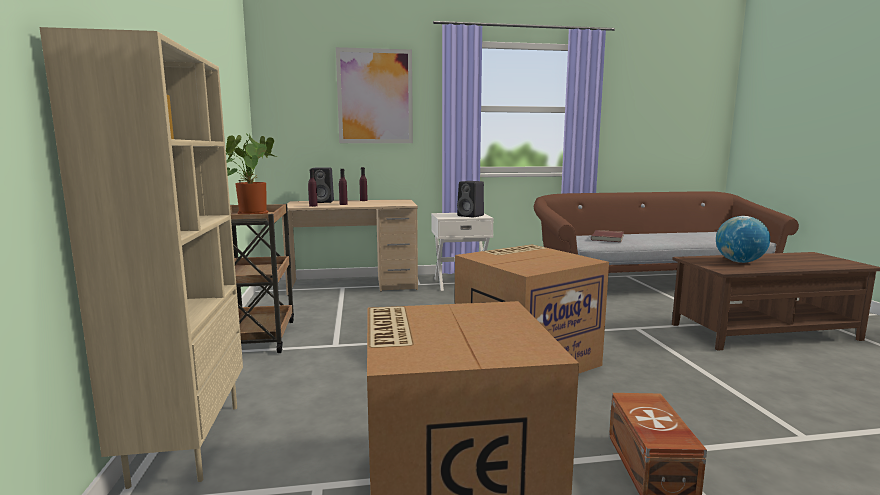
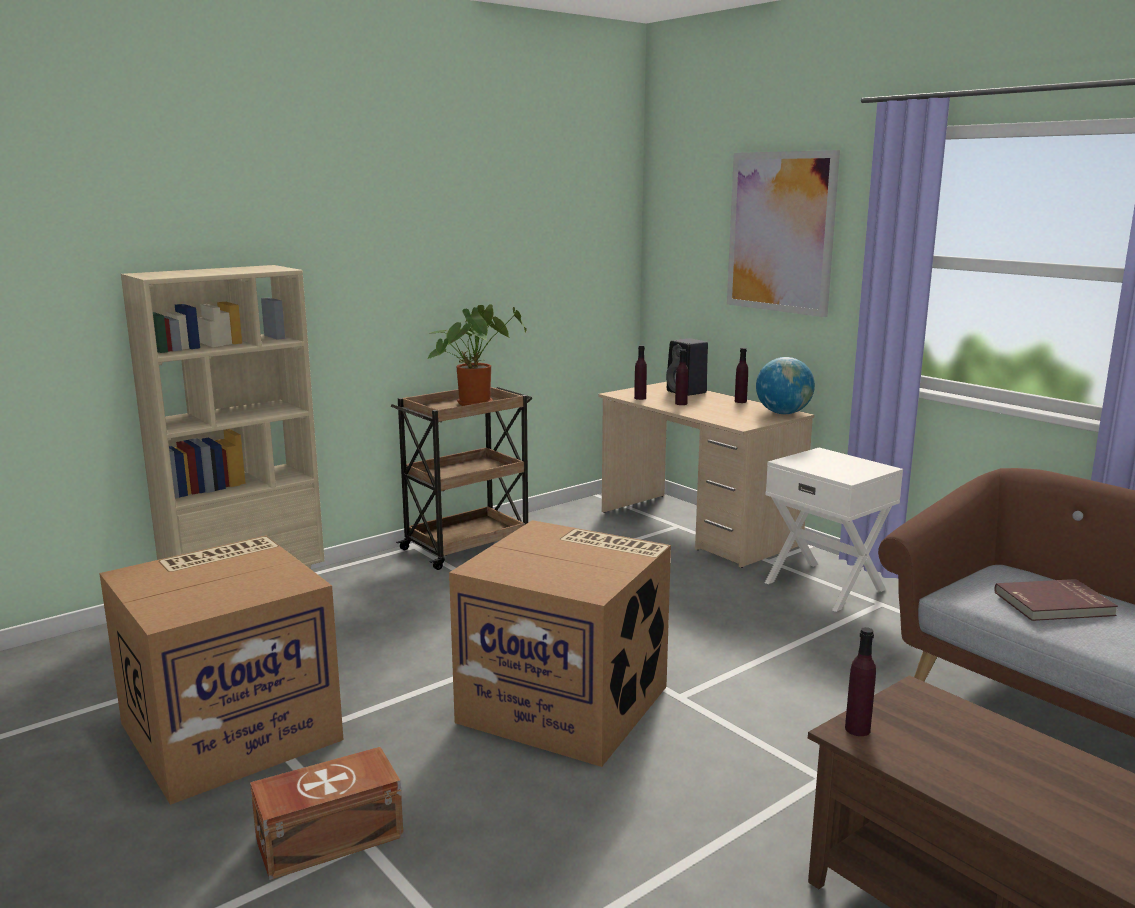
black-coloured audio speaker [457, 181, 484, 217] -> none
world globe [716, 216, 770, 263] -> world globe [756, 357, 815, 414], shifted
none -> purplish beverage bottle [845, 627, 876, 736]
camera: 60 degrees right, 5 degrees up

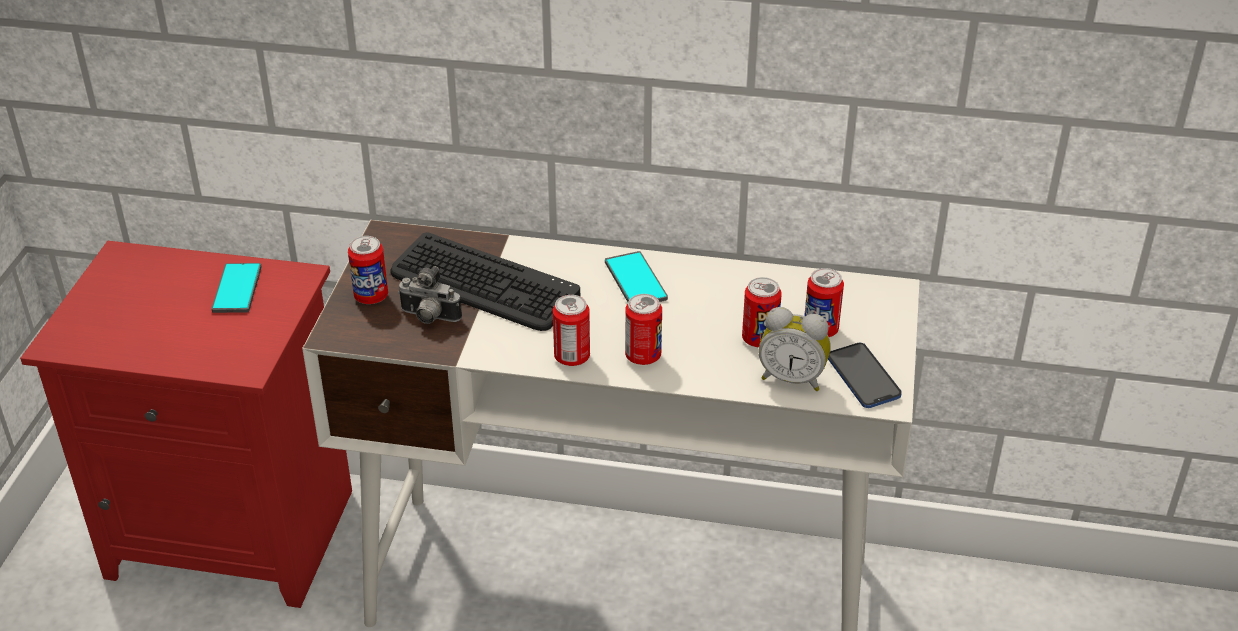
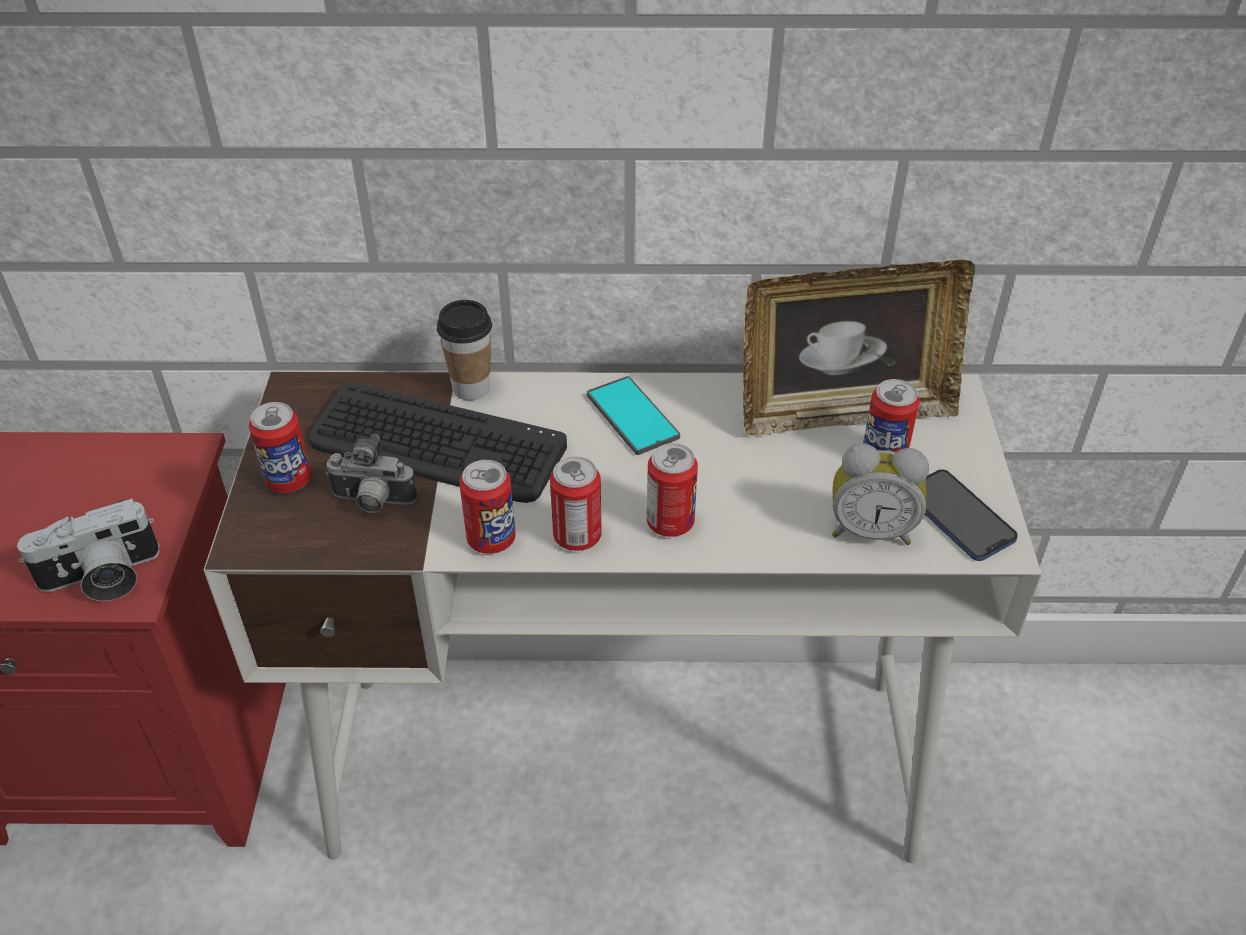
handset [211, 263, 262, 313] -> none
metal can [742, 277, 782, 347] -> metal can [459, 460, 516, 554], shifted
none -> still camera [17, 499, 160, 601]
none -> cup [437, 300, 492, 401]
none -> picture frame [743, 260, 975, 435]
camera: 10 degrees left, 5 degrees up

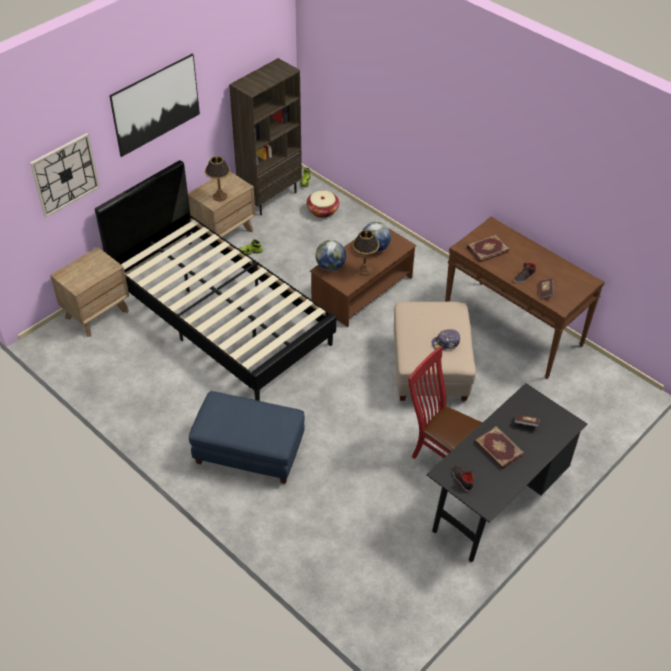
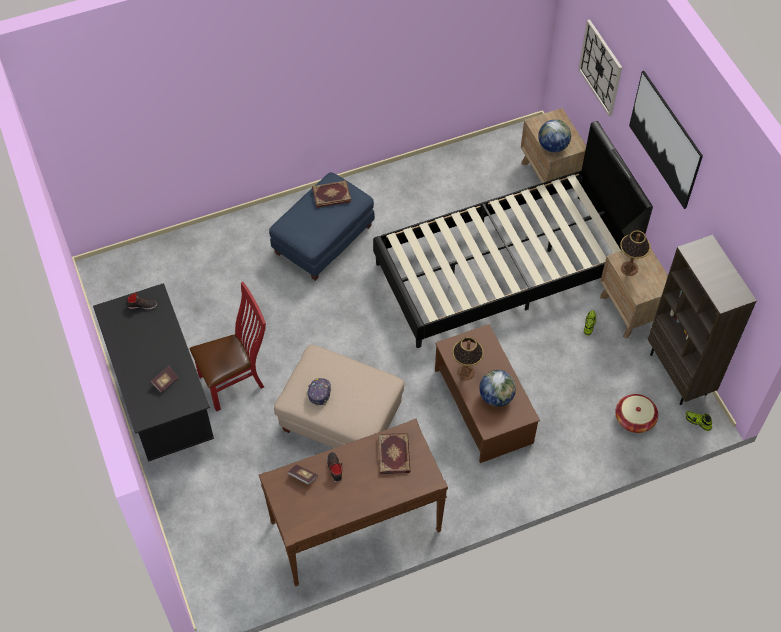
world globe [315, 240, 346, 271] -> world globe [538, 119, 571, 152], shifted
book [474, 426, 524, 469] -> book [312, 181, 351, 208], shifted
camera: 115 degrees right, 10 degrees up

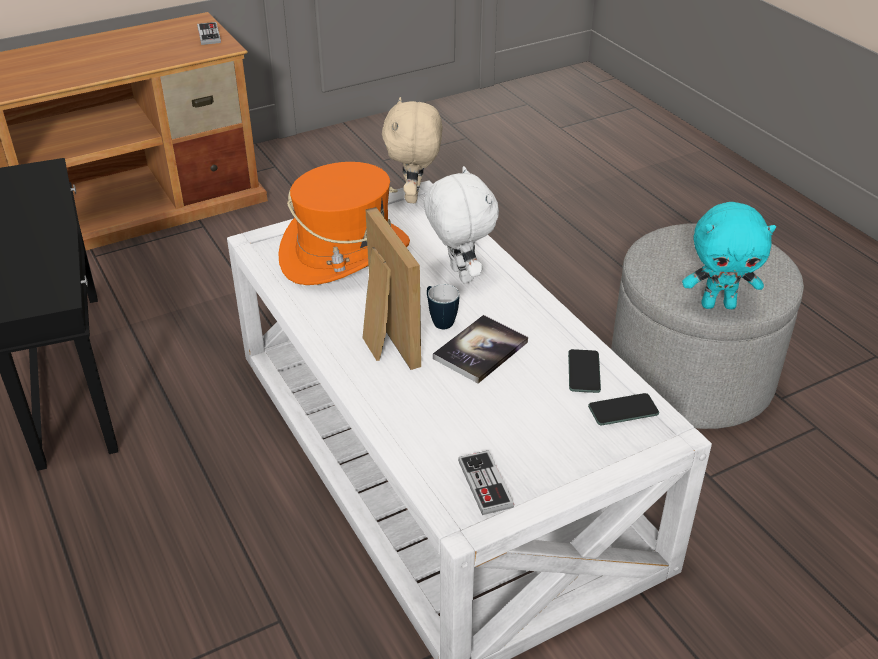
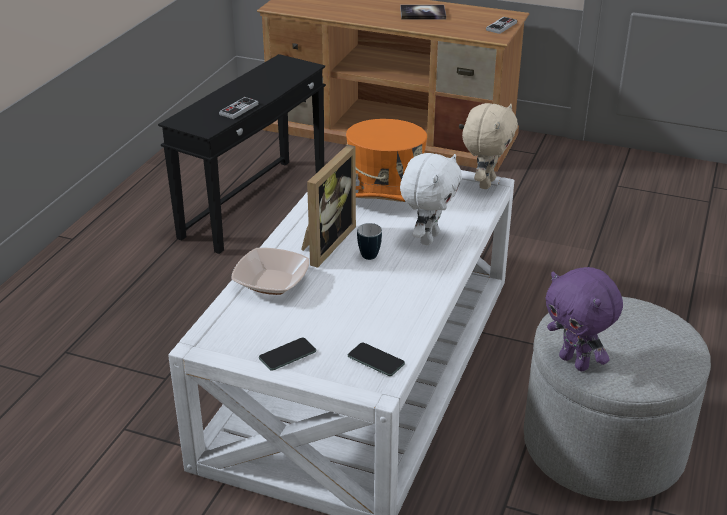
sand-coloured cuddly toy [382, 97, 442, 203] -> sand-coloured cuddly toy [462, 103, 518, 189], 150 degrees clockwise
book [433, 315, 528, 384] -> book [400, 5, 446, 19], shifted
gamepad [458, 450, 514, 515] -> gamepad [219, 97, 259, 119], shifted
handset [568, 349, 601, 393] -> handset [259, 338, 316, 371], shifted
turquoise-coloured cuddly toy [682, 202, 776, 309] -> purplish cuddly toy [545, 267, 623, 371]
none -> bowl [232, 248, 309, 295]
camera: 50 degrees right, 5 degrees down

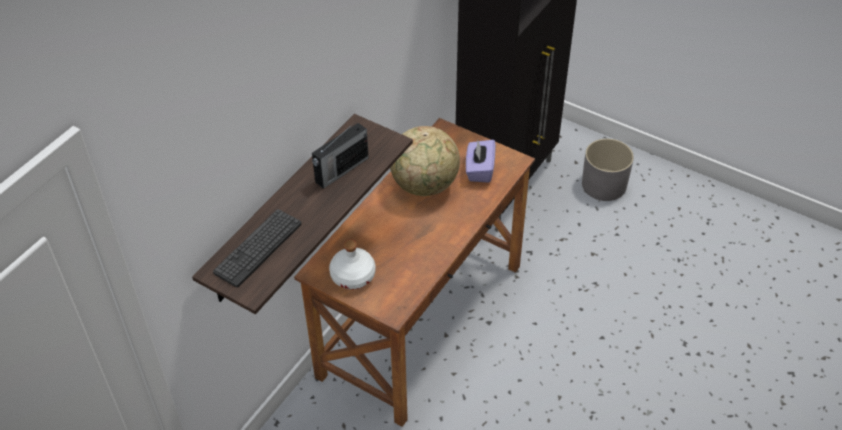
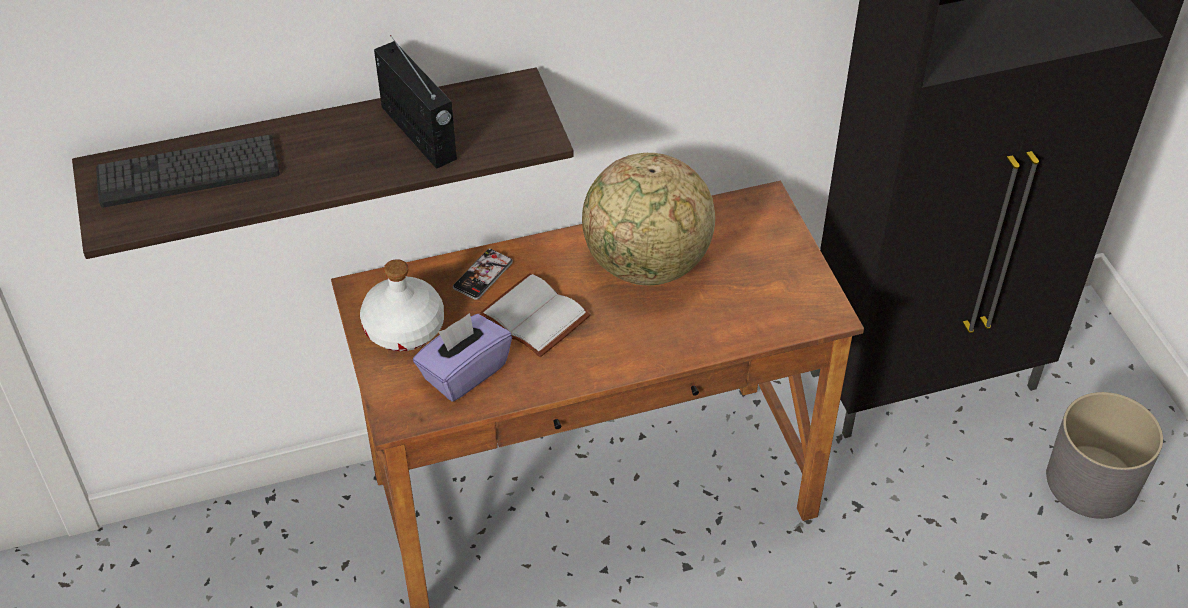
radio [312, 121, 369, 189] -> radio [374, 35, 457, 169], 120 degrees counterclockwise
purplish box of tissues [466, 140, 496, 183] -> purplish box of tissues [413, 313, 512, 402], shifted
none -> handset [453, 248, 513, 300]
none -> white book [479, 273, 591, 357]
camera: 40 degrees right, 0 degrees up

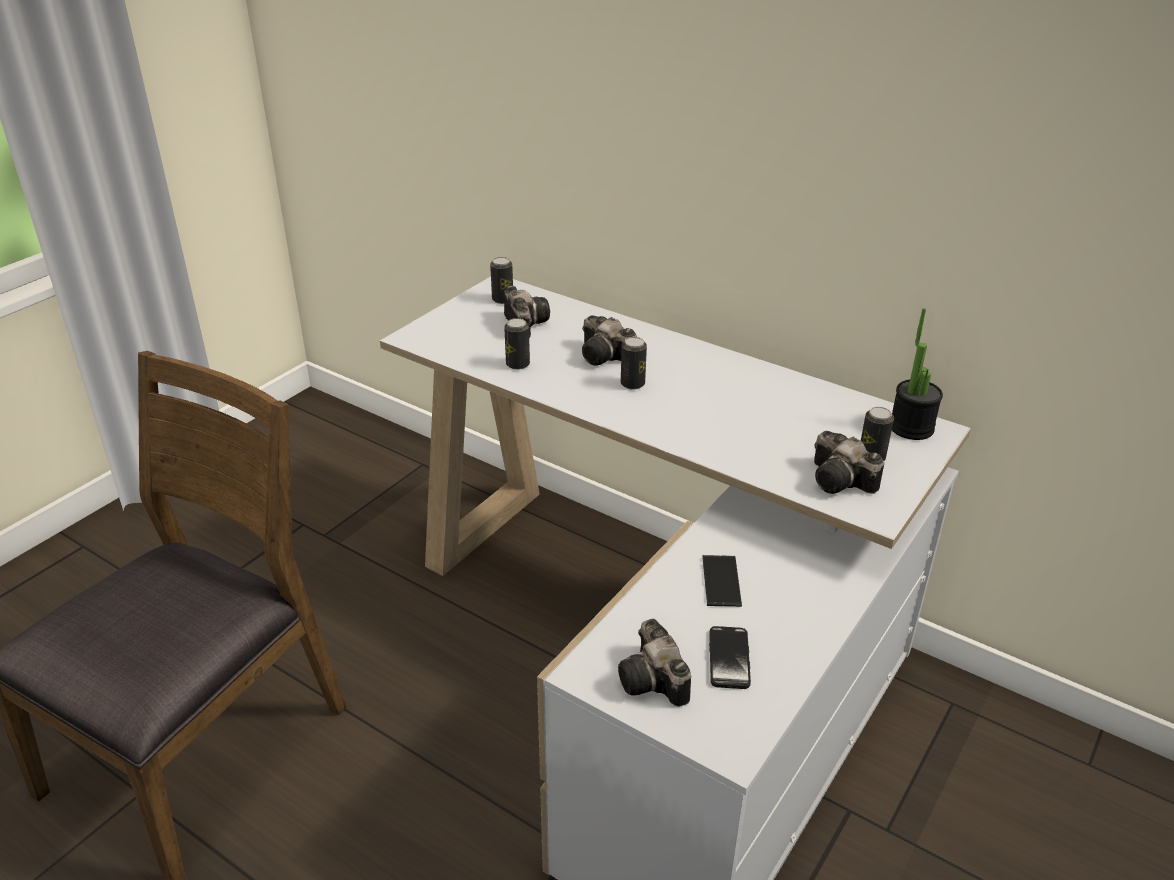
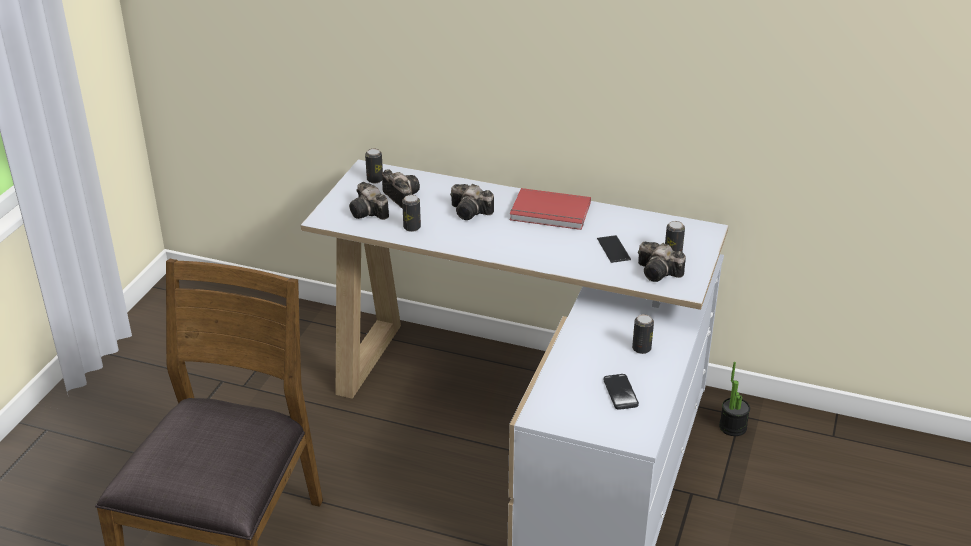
still camera [618, 619, 691, 707] -> still camera [349, 182, 389, 220], shifted
metal can [621, 337, 647, 390] -> metal can [632, 314, 654, 354], shifted
handset [702, 555, 742, 607] -> handset [597, 235, 631, 263], shifted
houseplant [892, 308, 943, 440] -> houseplant [719, 362, 750, 436], shifted
none -> red-coloured book [510, 188, 591, 230]
camera: 15 degrees left, 0 degrees up

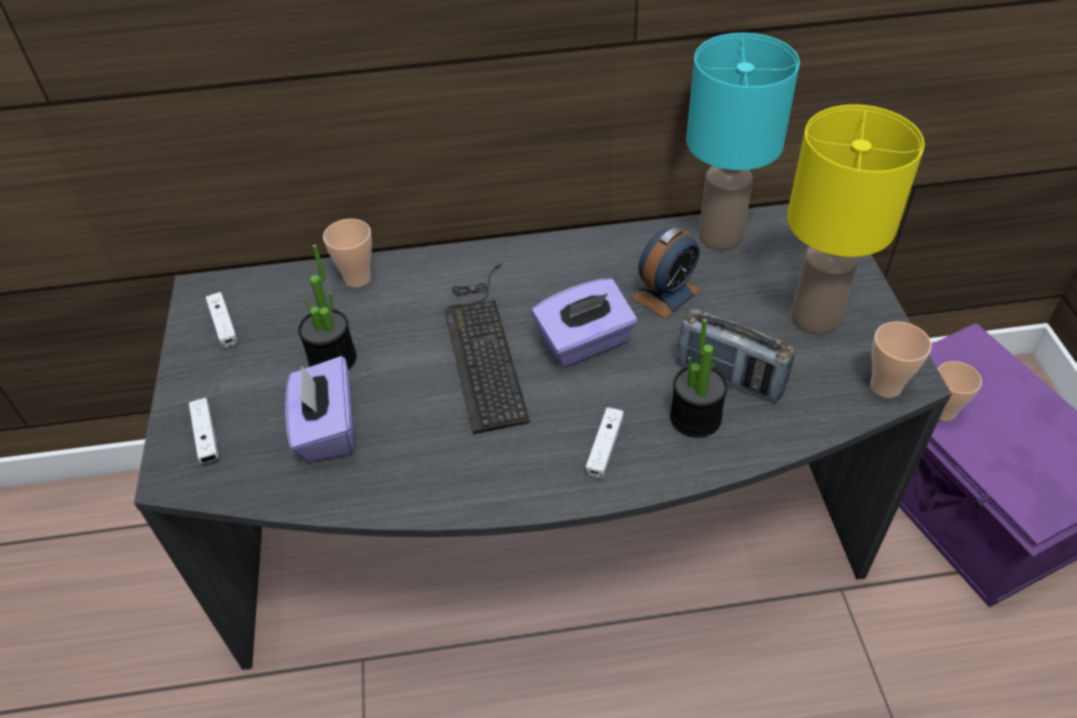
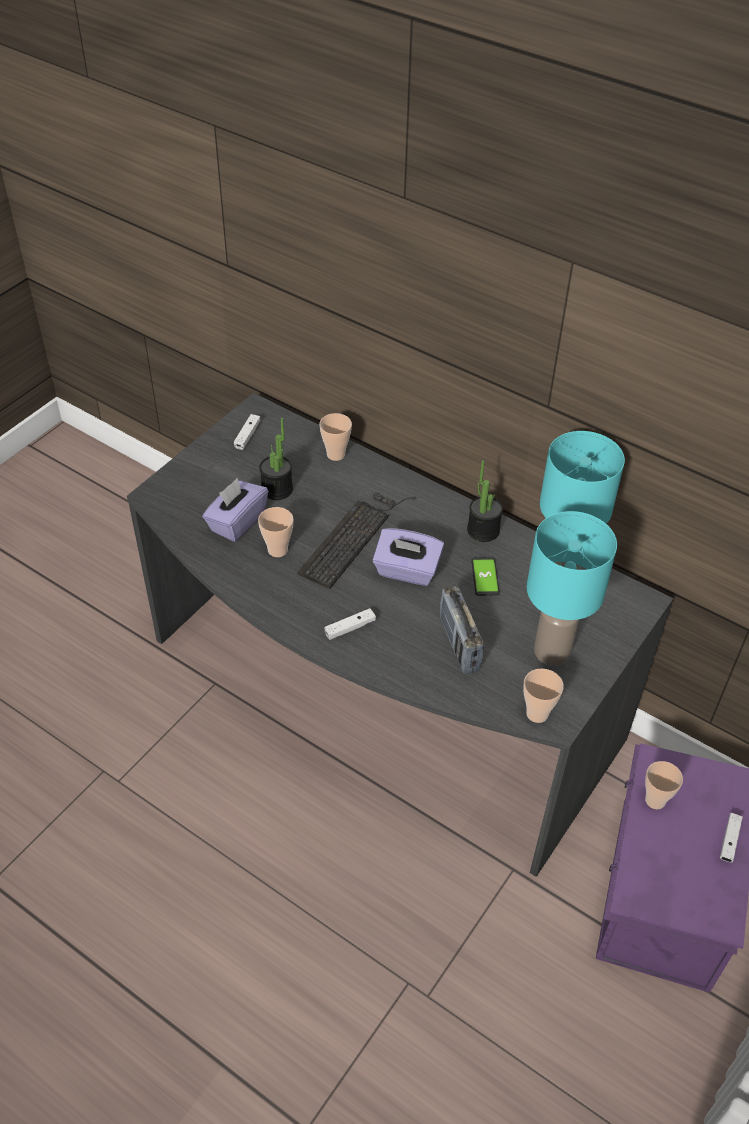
white gamepad [189, 398, 219, 463] -> white gamepad [720, 813, 743, 862], shifted
table clock [631, 227, 700, 319] -> handset [471, 557, 500, 596]
houseplant [670, 319, 728, 438] -> houseplant [467, 460, 503, 542], shifted
yellow-coloured table lamp [787, 104, 925, 335] -> turquoise-coloured table lamp [527, 511, 617, 666]
none -> cup [258, 507, 293, 557]
camera: 40 degrees right, 0 degrees up

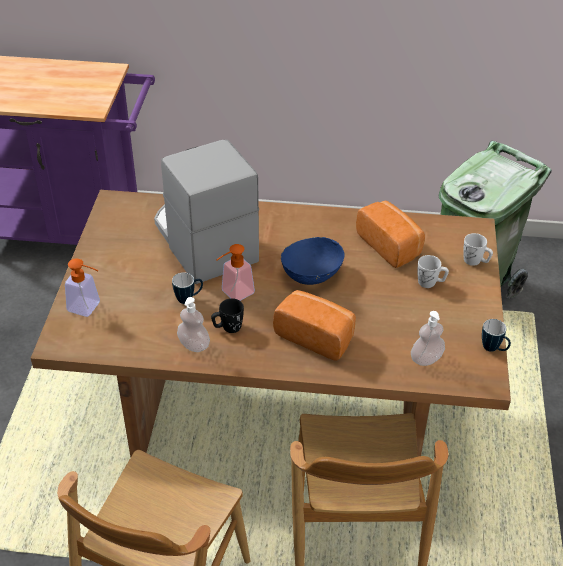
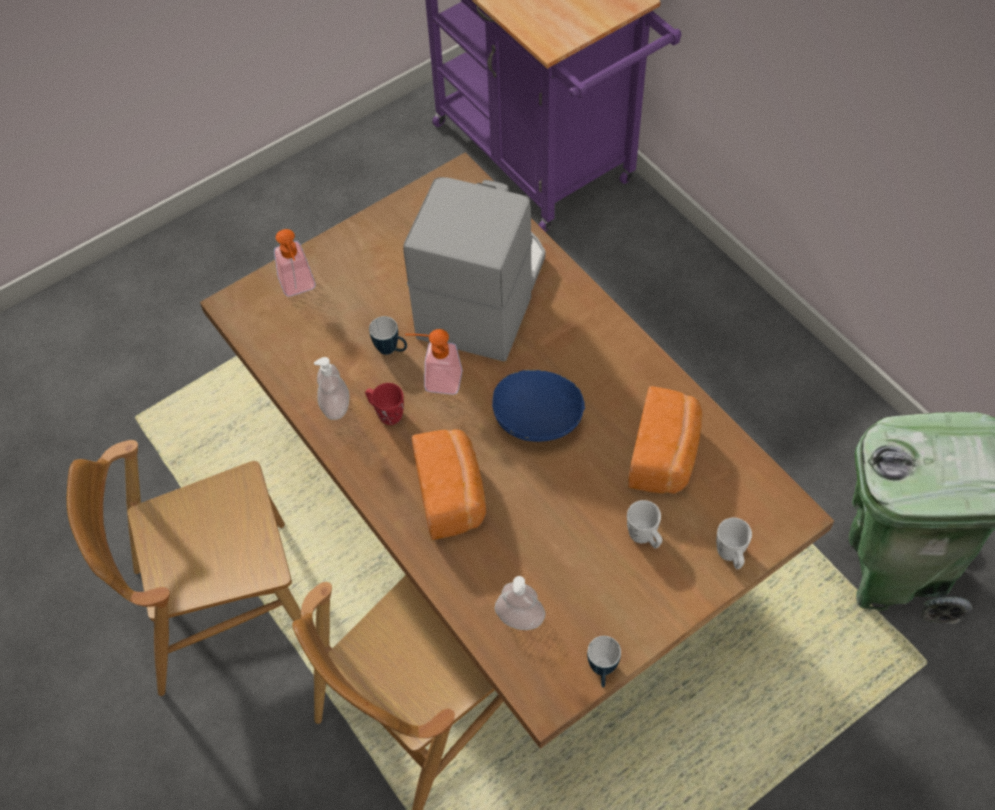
black-coloured mug [211, 298, 244, 333] -> red-coloured mug [365, 383, 404, 425]
camera: 50 degrees right, 15 degrees up

